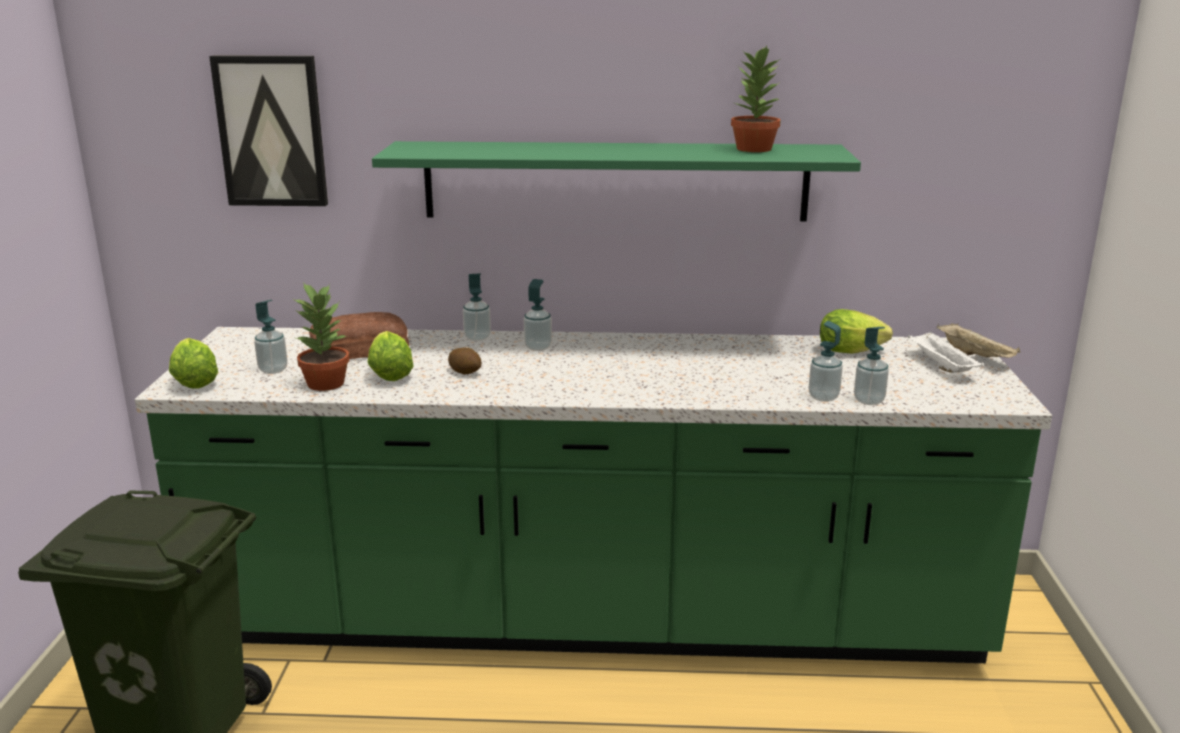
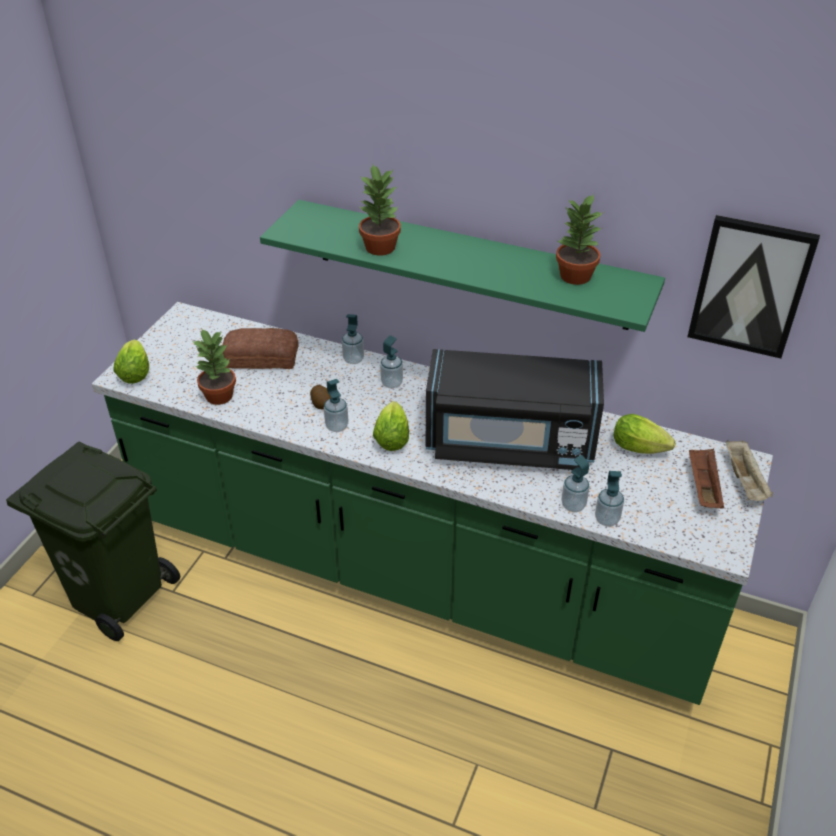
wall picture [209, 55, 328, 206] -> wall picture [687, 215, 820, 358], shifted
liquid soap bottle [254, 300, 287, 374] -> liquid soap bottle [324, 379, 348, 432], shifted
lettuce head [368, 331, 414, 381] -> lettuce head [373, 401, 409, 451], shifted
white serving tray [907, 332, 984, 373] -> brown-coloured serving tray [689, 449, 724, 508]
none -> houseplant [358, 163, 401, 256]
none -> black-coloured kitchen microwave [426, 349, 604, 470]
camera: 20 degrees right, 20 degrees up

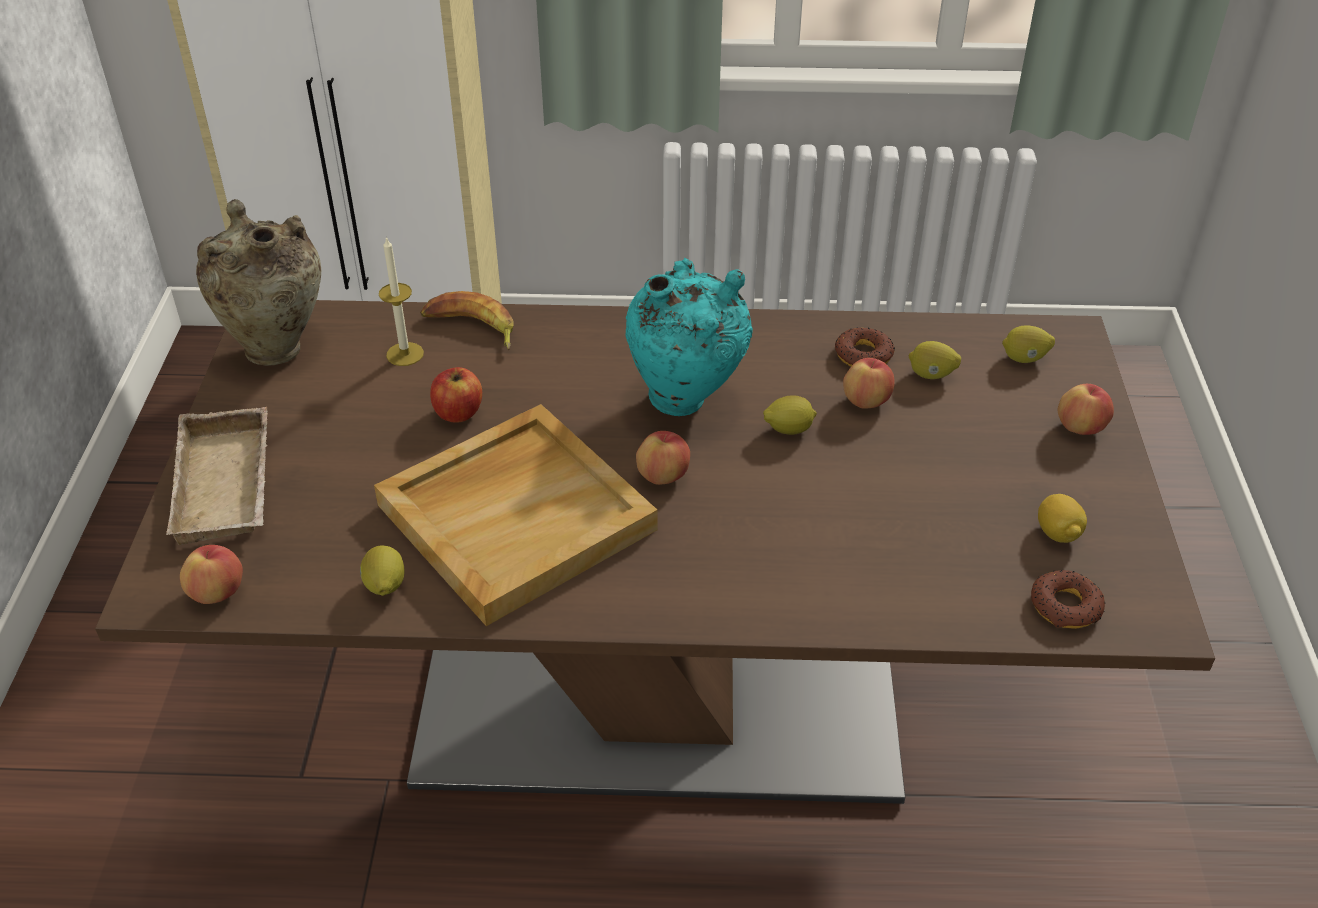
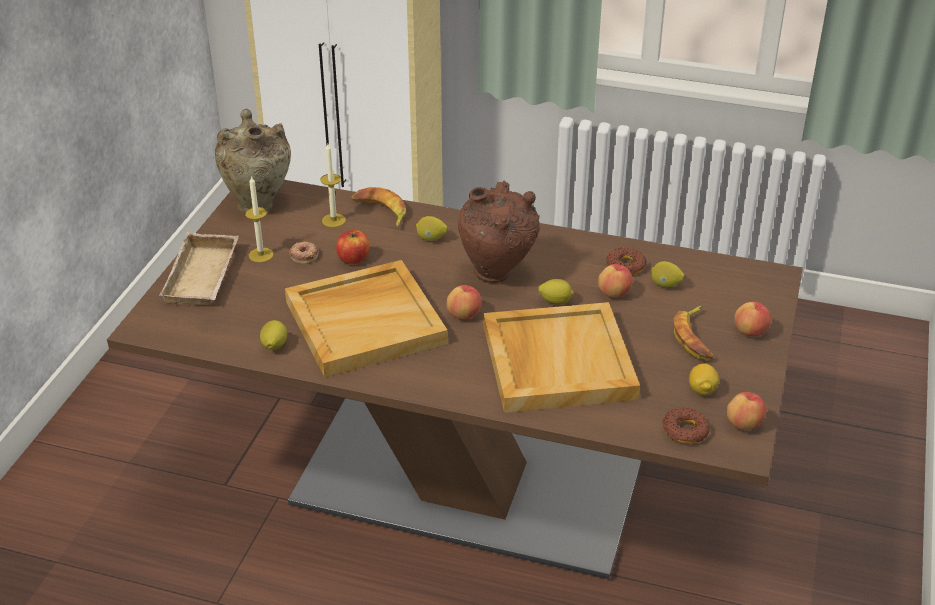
apple [180, 545, 243, 604] -> apple [727, 392, 766, 430], shifted
turquoise-coloured decorative vase [625, 258, 753, 416] -> brown-coloured decorative vase [458, 181, 540, 283]
whole lemon [1002, 325, 1055, 363] -> whole lemon [416, 216, 448, 241], shifted
none -> wax light [245, 176, 274, 263]
none -> ring doughnut [289, 241, 319, 264]
none -> sand-coloured serving tray [484, 302, 640, 413]
none -> banana fruit [673, 306, 713, 360]
camera: 15 degrees right, 5 degrees down

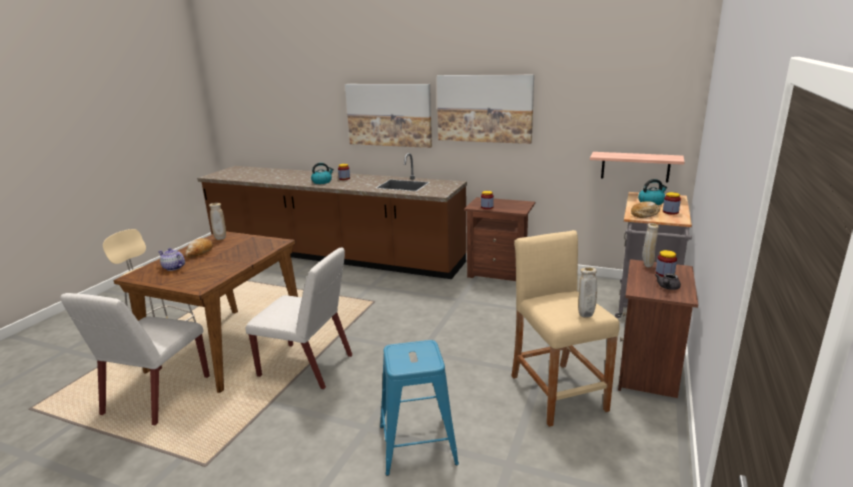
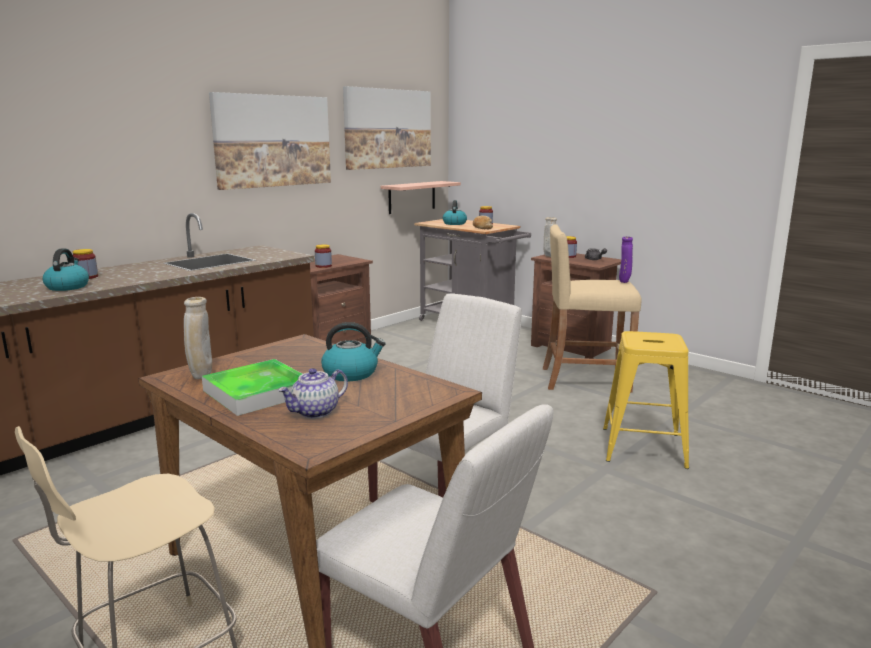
bread [186, 238, 213, 258] -> serving tray [202, 359, 302, 416]
wall picture [345, 84, 432, 148] -> wall picture [343, 86, 431, 170], shifted
blue stool [380, 340, 459, 476] -> yellow-coloured stool [603, 331, 689, 469]
sand-coloured decorative vase [578, 267, 597, 318] -> purplish decorative vase [619, 237, 633, 283]
none -> water kettle [321, 322, 386, 381]
camera: 70 degrees left, 5 degrees down

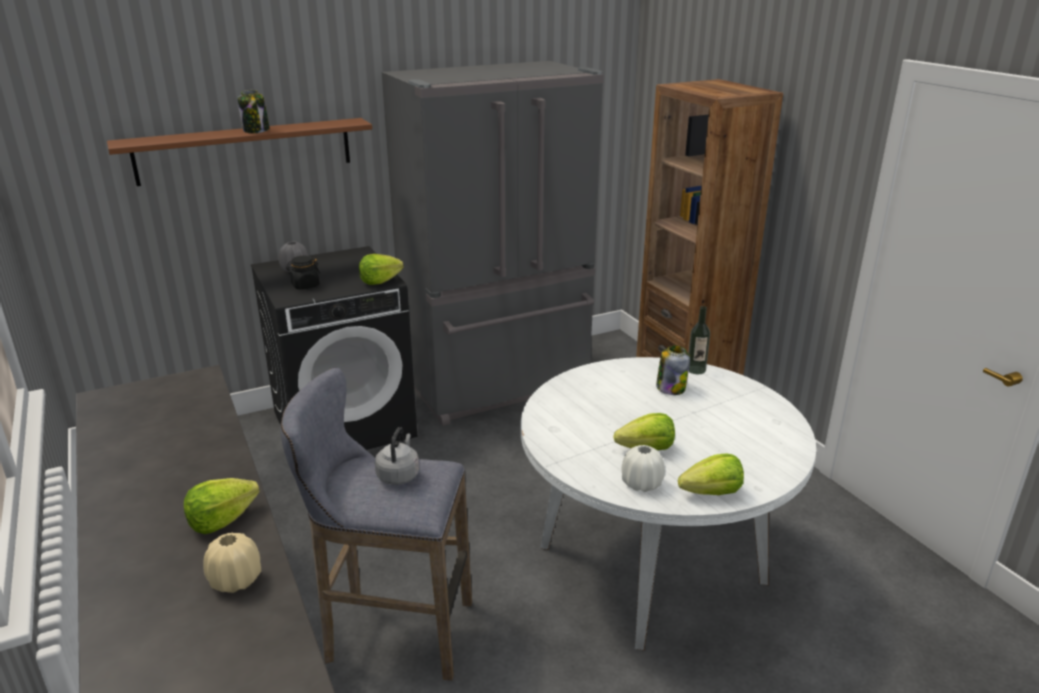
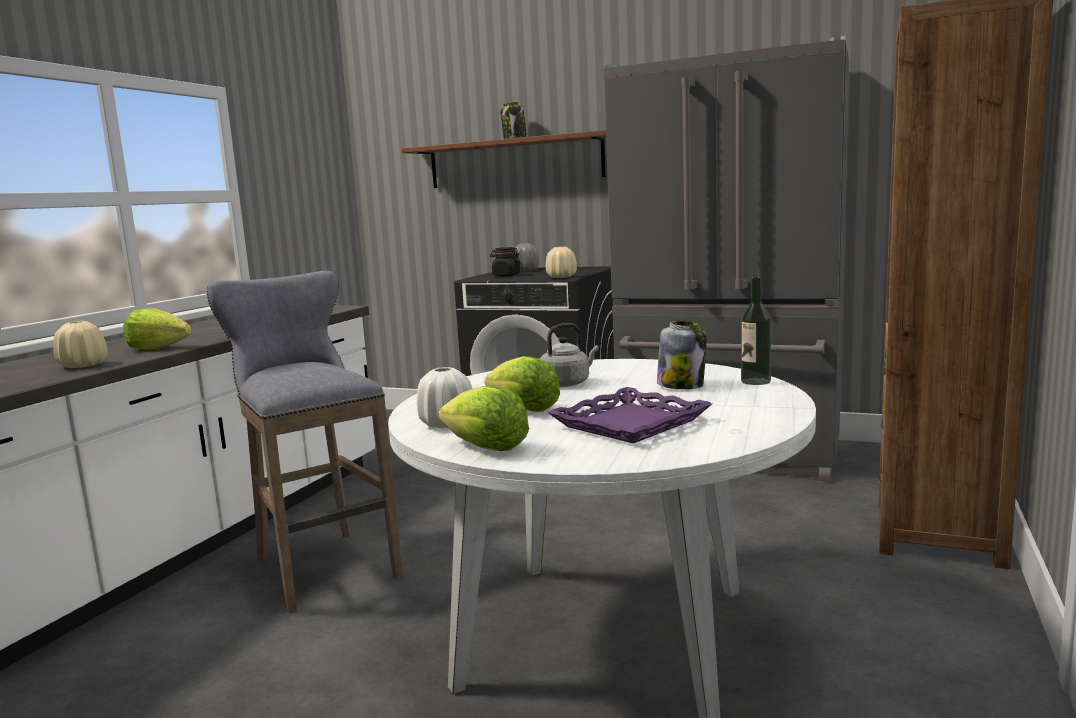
lettuce head [359, 254, 404, 285] -> sand-coloured decorative vase [546, 247, 577, 278]
gray water kettle [375, 427, 419, 485] -> gray water kettle [540, 323, 599, 387], shifted
none -> purplish serving tray [548, 387, 712, 443]
camera: 50 degrees right, 15 degrees down

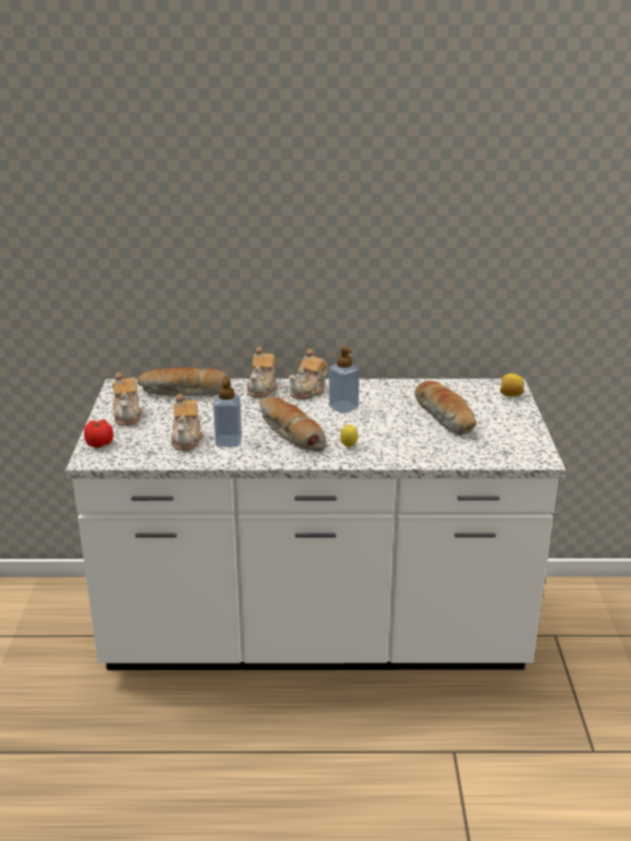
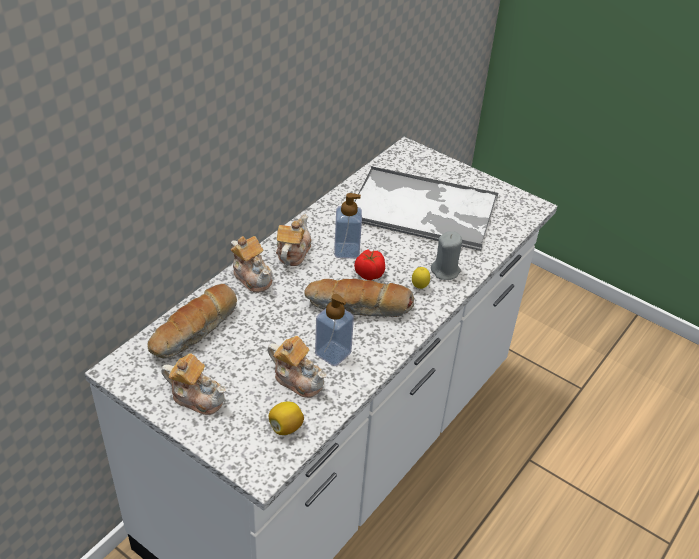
fresh tomato [84, 419, 113, 448] -> fresh tomato [354, 249, 385, 280], shifted
teapot [289, 349, 328, 400] -> teapot [276, 214, 311, 266], 150 degrees counterclockwise
bread [414, 381, 477, 435] -> serving tray [355, 166, 498, 251]
whole lemon [500, 373, 524, 397] -> whole lemon [269, 402, 304, 435], shifted
none -> gray wax light [431, 231, 462, 280]
camera: 55 degrees left, 15 degrees up

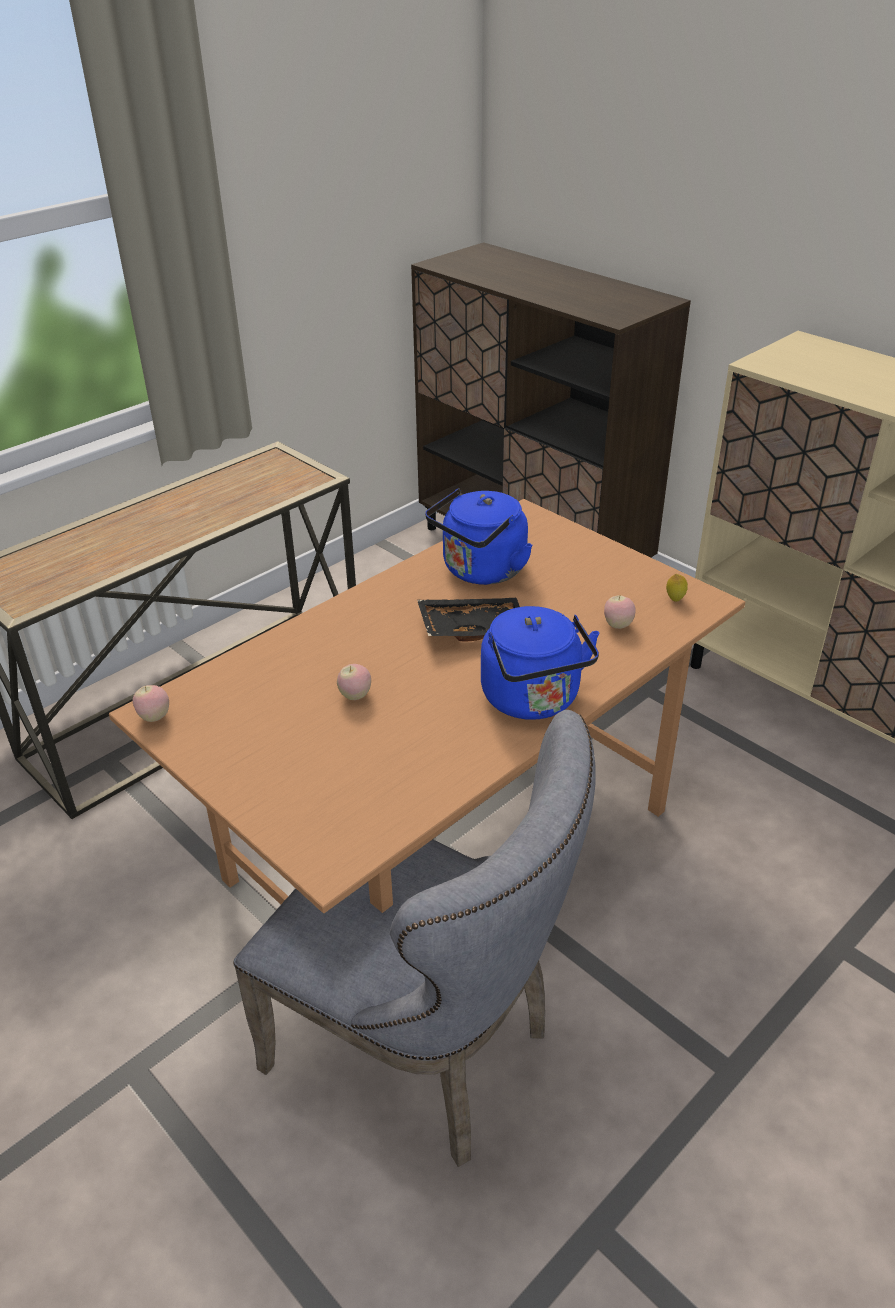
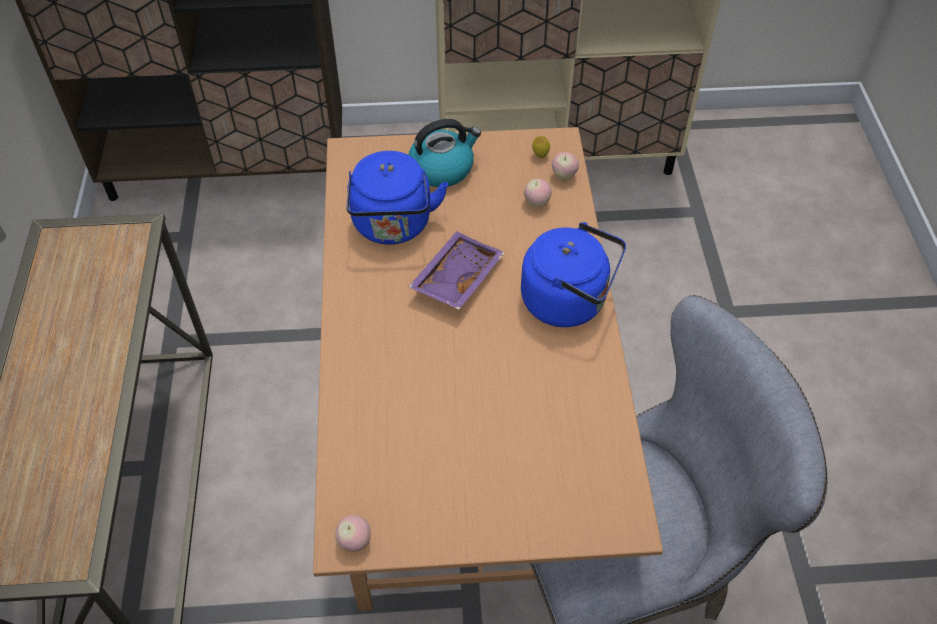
apple [337, 664, 371, 700] -> apple [552, 152, 579, 181], shifted
black-coloured serving tray [417, 598, 520, 642] -> purplish serving tray [408, 231, 505, 310]
none -> water kettle [409, 119, 481, 187]
camera: 50 degrees left, 15 degrees up

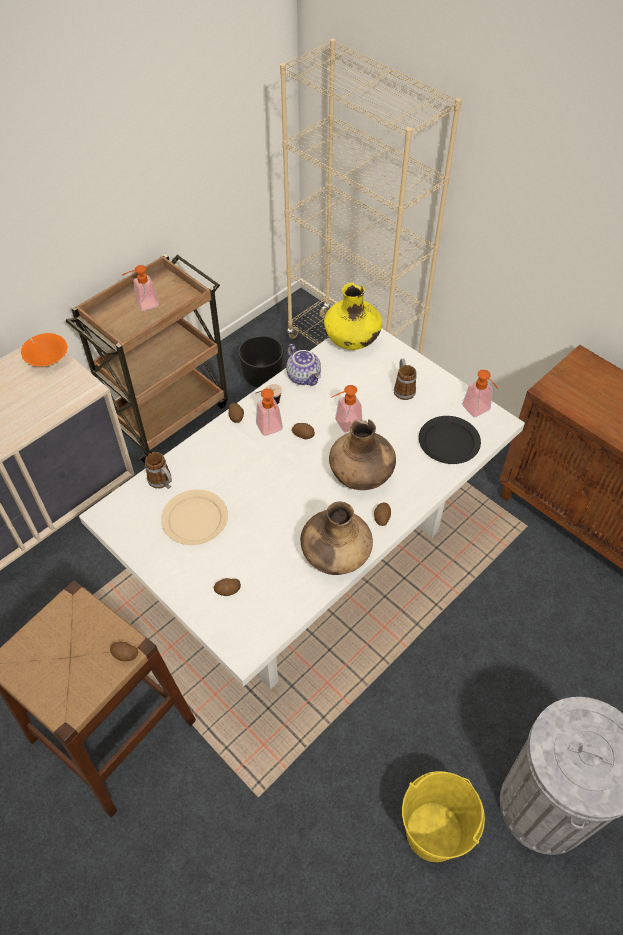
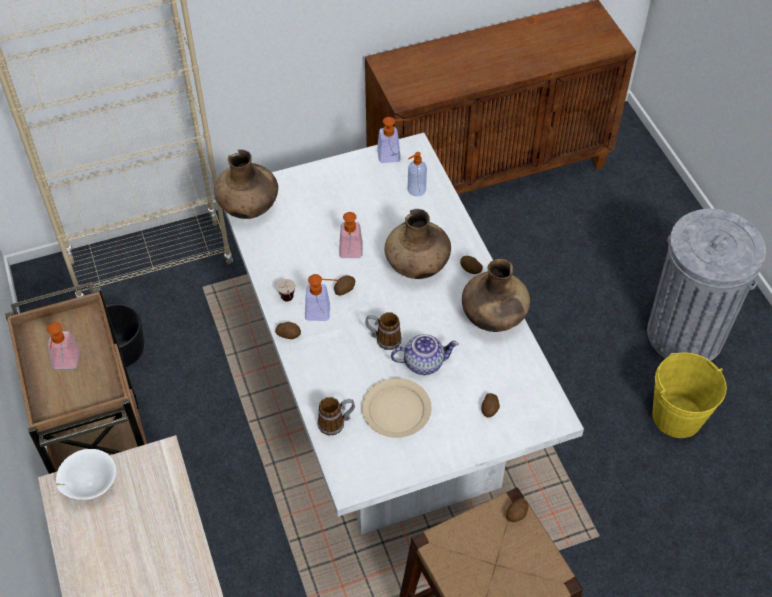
orangey bowl [21, 333, 67, 366] -> white bowl [56, 449, 116, 500]
teapot [286, 344, 321, 386] -> teapot [391, 334, 459, 375], shifted
yellow-coloured decorative vase [324, 283, 382, 350] -> brown-coloured decorative vase [214, 150, 278, 219]
mug [394, 359, 417, 400] -> mug [365, 312, 402, 350], shifted
black-coloured dinner plate [419, 416, 481, 464] -> liquid soap bottle [408, 152, 427, 196]
camera: 65 degrees left, 0 degrees up

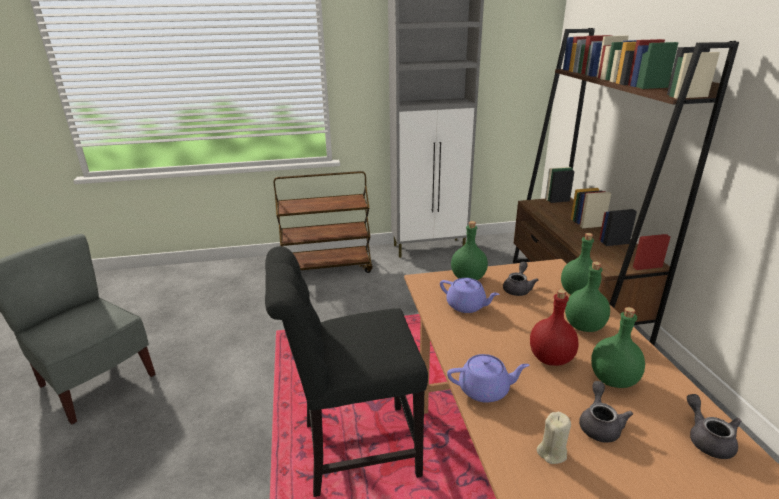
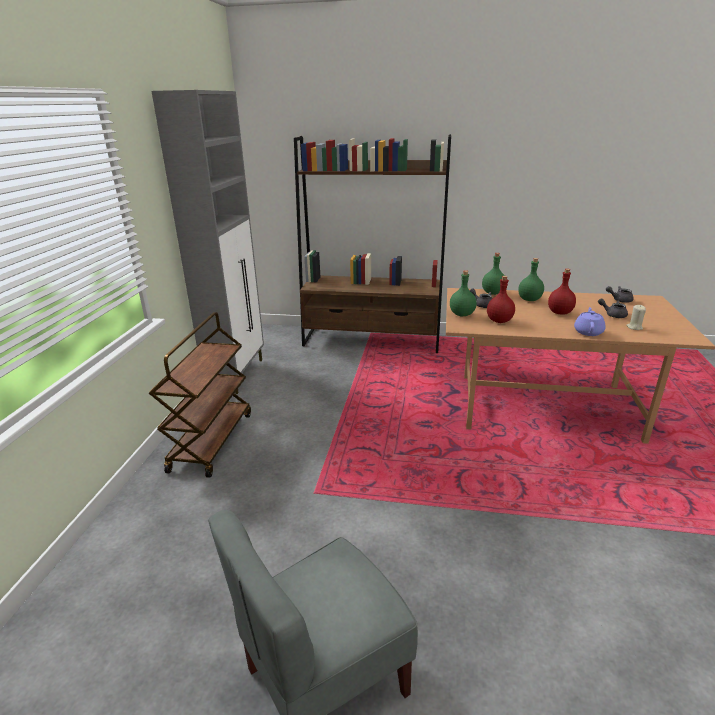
black-coloured plain chair [265, 246, 428, 497] -> none
purplish teapot [440, 278, 500, 313] -> red-coloured beverage bottle [487, 276, 515, 323]
greenish beverage bottle [591, 307, 645, 388] -> none
camera: 70 degrees left, 0 degrees up

